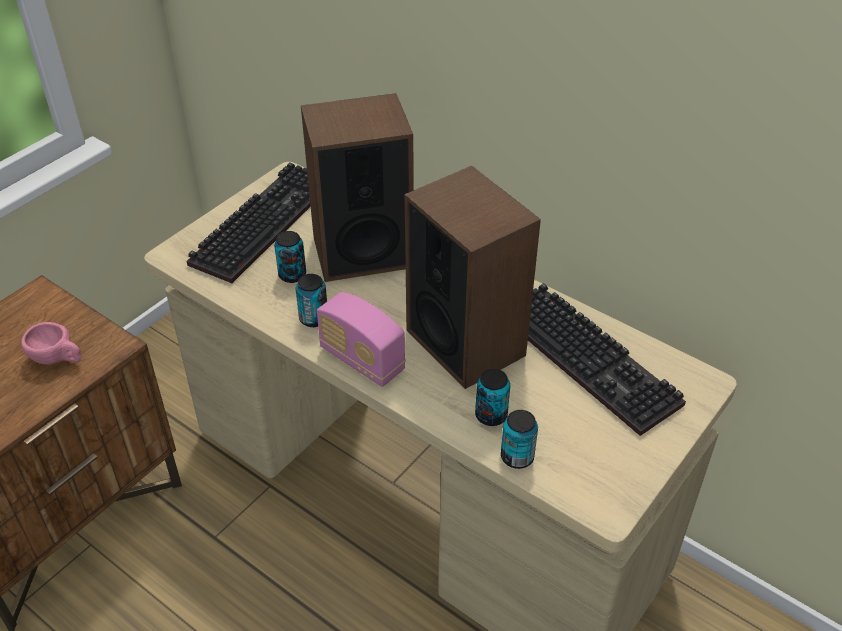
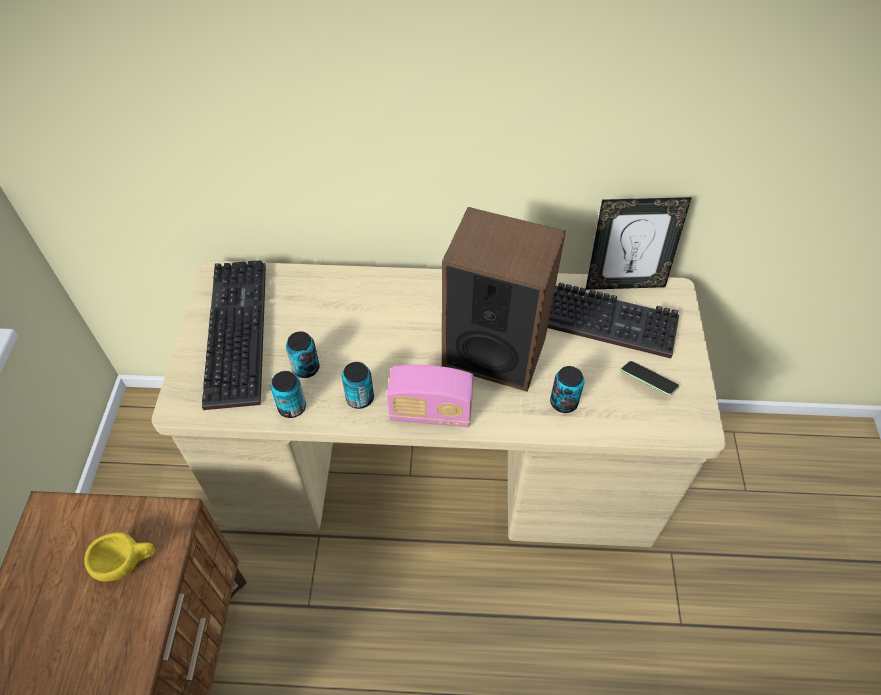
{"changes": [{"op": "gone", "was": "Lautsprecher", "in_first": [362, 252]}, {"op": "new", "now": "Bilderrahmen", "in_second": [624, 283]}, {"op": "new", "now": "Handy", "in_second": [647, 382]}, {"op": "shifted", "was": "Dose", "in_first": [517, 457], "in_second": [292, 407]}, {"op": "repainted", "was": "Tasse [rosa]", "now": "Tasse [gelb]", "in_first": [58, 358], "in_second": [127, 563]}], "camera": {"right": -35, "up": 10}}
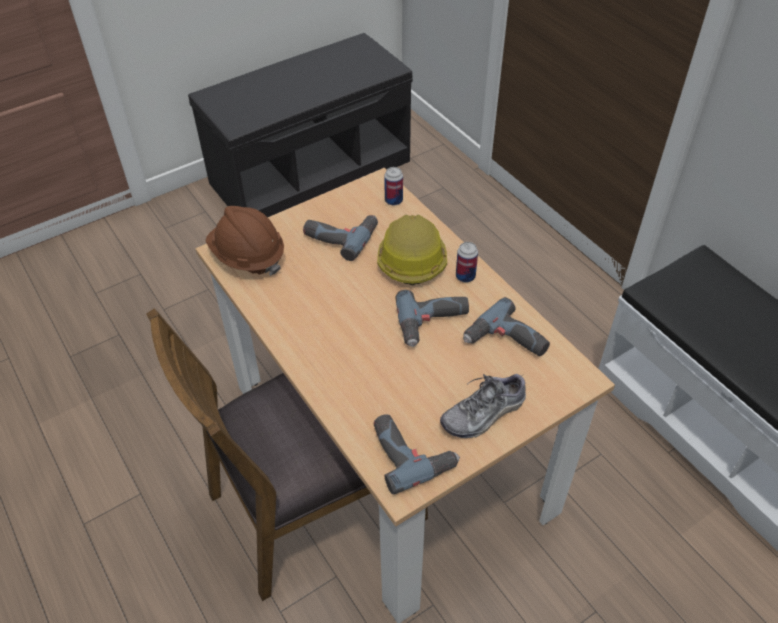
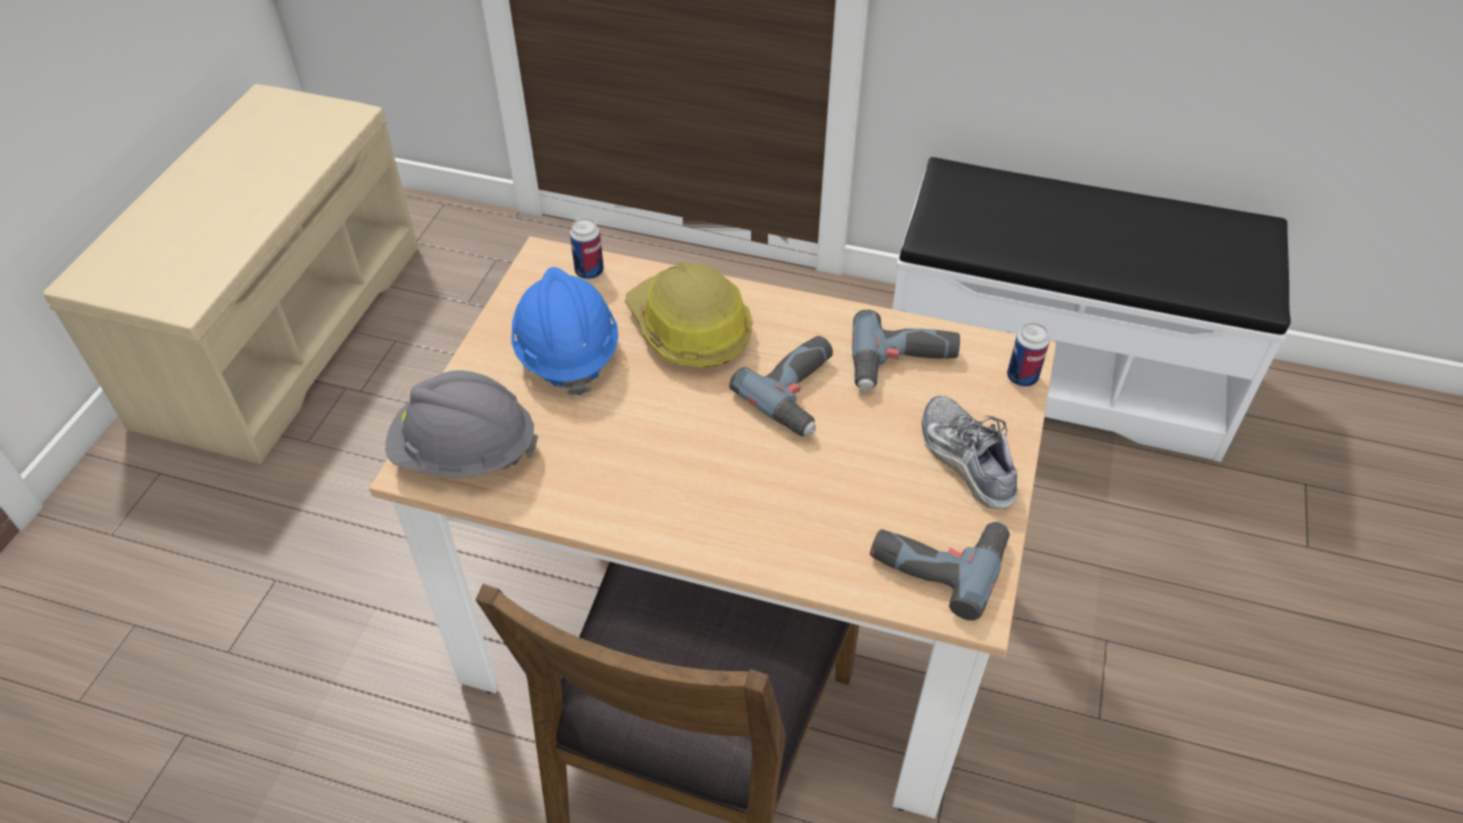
{"changes": [{"op": "shifted", "was": "Dose", "in_first": [465, 276], "in_second": [1022, 377]}, {"op": "swapped", "was": "Bohrmaschine", "now": "Schutzhelm [blau]", "in_first": [341, 235], "in_second": [566, 352]}, {"op": "repainted", "was": "Bank [schwarz]", "now": "Bank [beige]", "in_first": [311, 170], "in_second": [282, 329]}, {"op": "repainted", "was": "Schutzhelm [braun]", "now": "Schutzhelm [grau]", "in_first": [247, 256], "in_second": [464, 453]}, {"op": "rotated", "was": "Schuh", "in_first": [484, 413], "in_second": [966, 460], "clockwise": 135}], "camera": {"right": -40, "up": 0}}
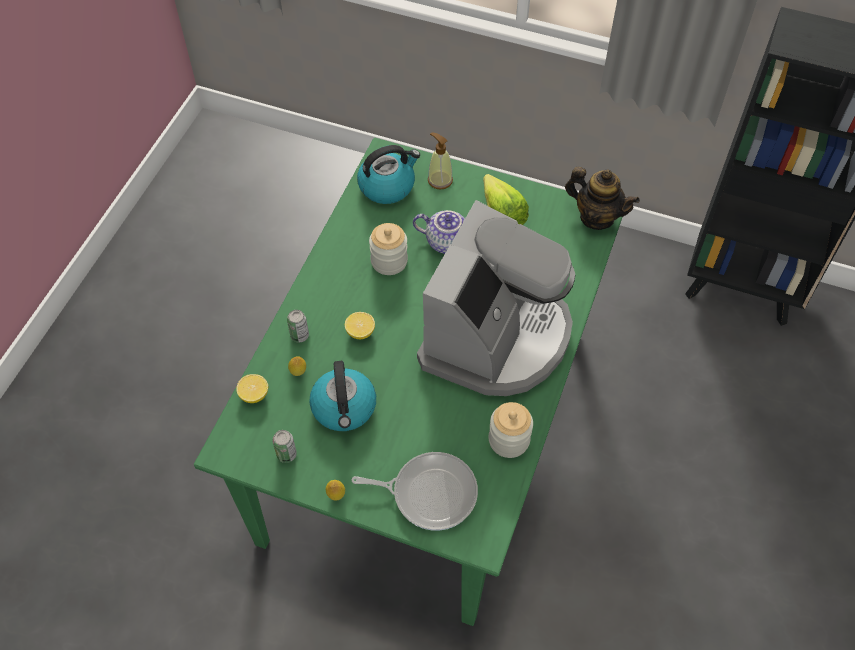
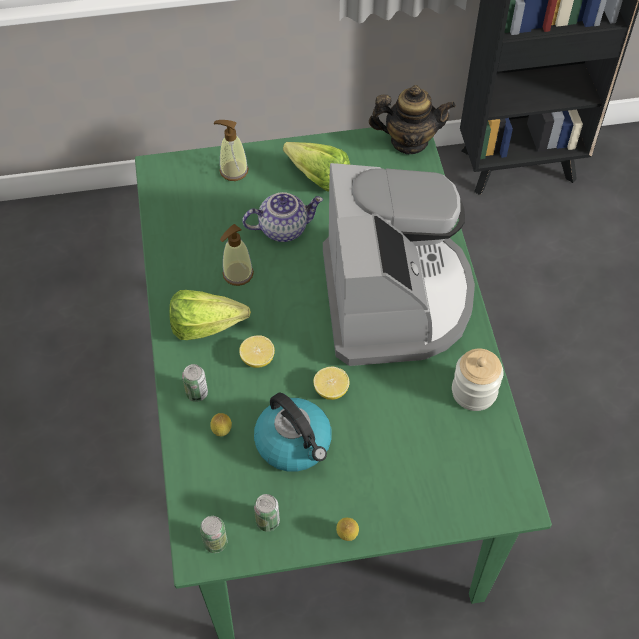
{"changes": [{"op": "gone", "was": "Pfanne", "in_first": [429, 493]}, {"op": "gone", "was": "Wasserkessel", "in_first": [387, 186]}, {"op": "new", "now": "Salatkopf", "in_second": [212, 327]}, {"op": "new", "now": "Dose", "in_second": [215, 542]}, {"op": "shifted", "was": "Zitrone", "in_first": [254, 394], "in_second": [331, 390]}, {"op": "swapped", "was": "Vorratsglas", "now": "Seifenspender", "in_first": [389, 261], "in_second": [237, 274]}], "camera": {"right": -30, "up": 0}}
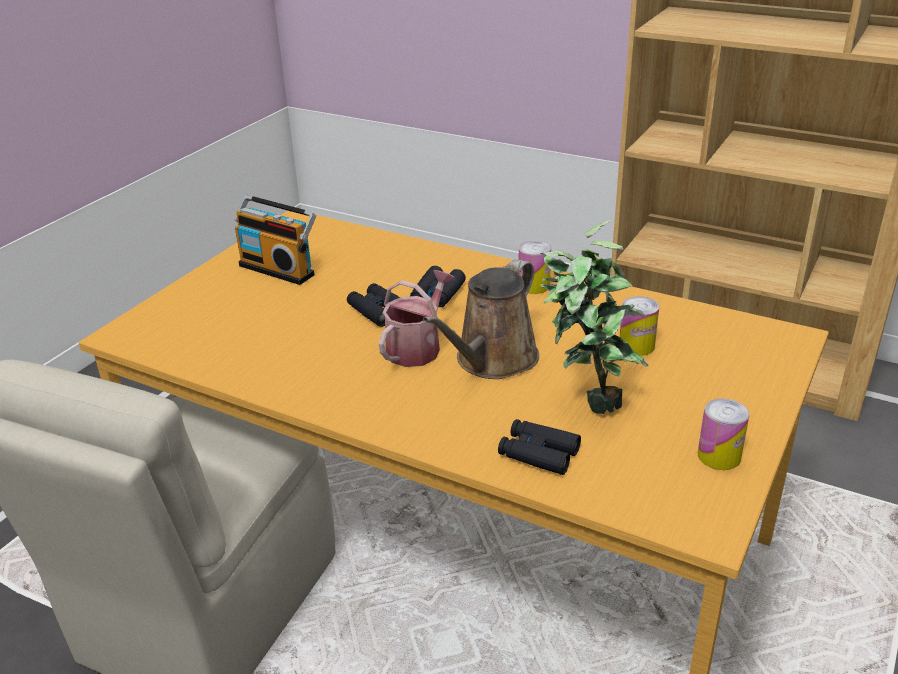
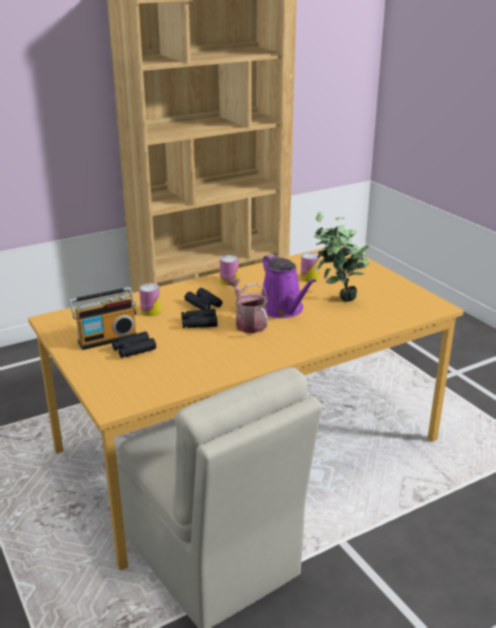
{"changes": [{"op": "shifted", "was": "Fernglas [schwarz]", "in_first": [538, 453], "in_second": [134, 349]}, {"op": "shifted", "was": "Dose", "in_first": [719, 456], "in_second": [151, 311]}, {"op": "repainted", "was": "Gießkanne [braun]", "now": "Gießkanne [lila]", "in_first": [492, 361], "in_second": [283, 310]}], "camera": {"right": -60, "up": -5}}
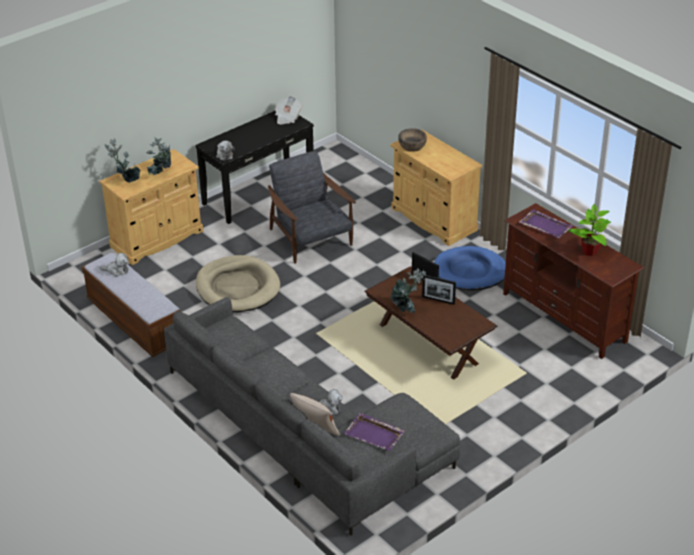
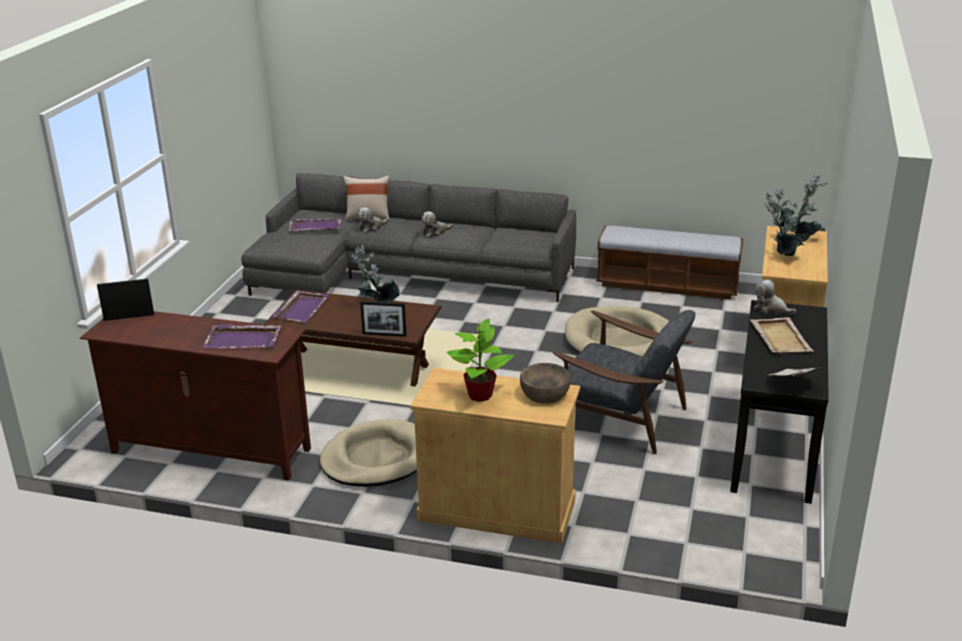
{"changes": [{"op": "new", "now": "Tablett [lila]", "in_second": [301, 308]}, {"op": "new", "now": "Tablett [beige]", "in_second": [780, 337]}, {"op": "shifted", "was": "Plüschtier", "in_first": [117, 270], "in_second": [435, 232]}, {"op": "shifted", "was": "Bilderrahmen", "in_first": [438, 300], "in_second": [129, 317]}, {"op": "shifted", "was": "Topfpflanze", "in_first": [589, 251], "in_second": [480, 395]}, {"op": "repainted", "was": "Hundebett [blau]", "now": "Hundebett [beige]", "in_first": [470, 271], "in_second": [376, 458]}], "camera": {"right": 145, "up": -10}}
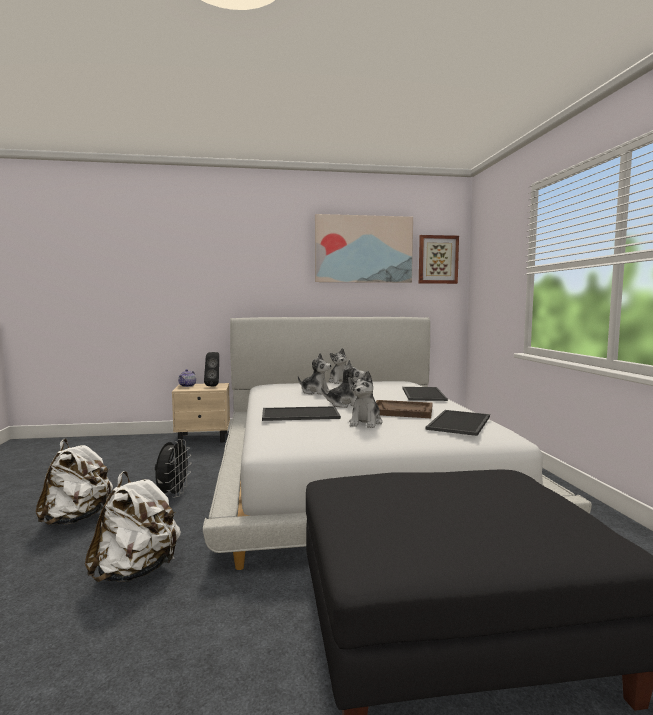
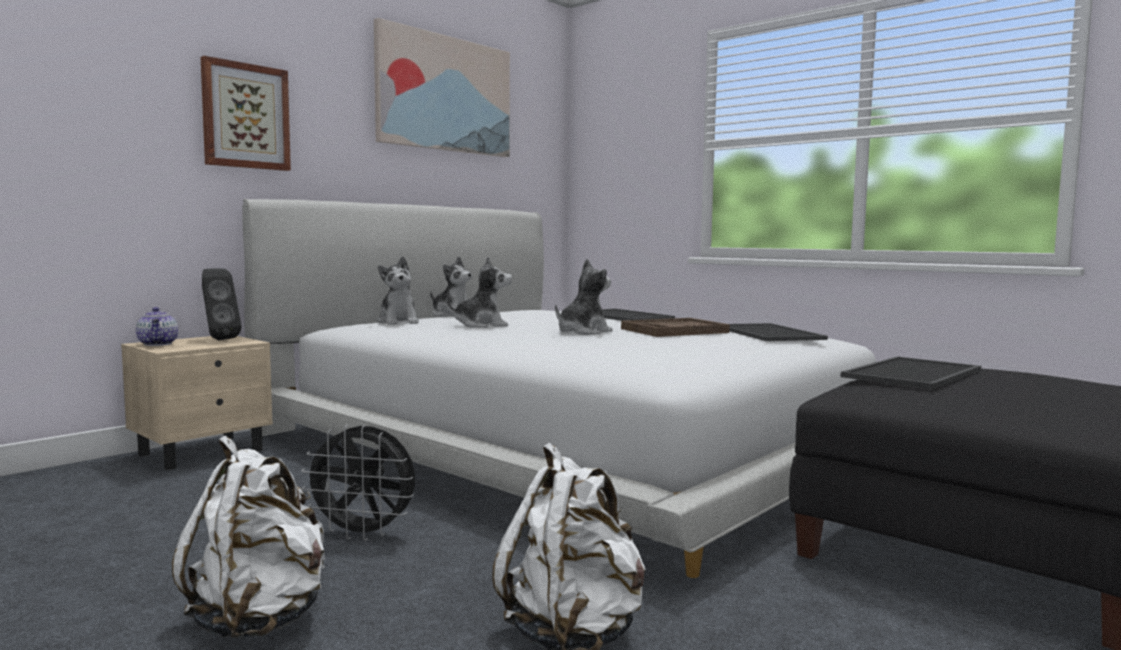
{"changes": [{"op": "shifted", "was": "Tablett", "in_first": [299, 414], "in_second": [914, 374]}, {"op": "shifted", "was": "Plüschtier", "in_first": [365, 423], "in_second": [398, 322]}, {"op": "shifted", "was": "Bild", "in_first": [438, 259], "in_second": [245, 116]}, {"op": "rotated", "was": "Ventilator [schwarz]", "in_first": [173, 494], "in_second": [364, 534], "clockwise": 135}], "camera": {"right": -40, "up": 0}}
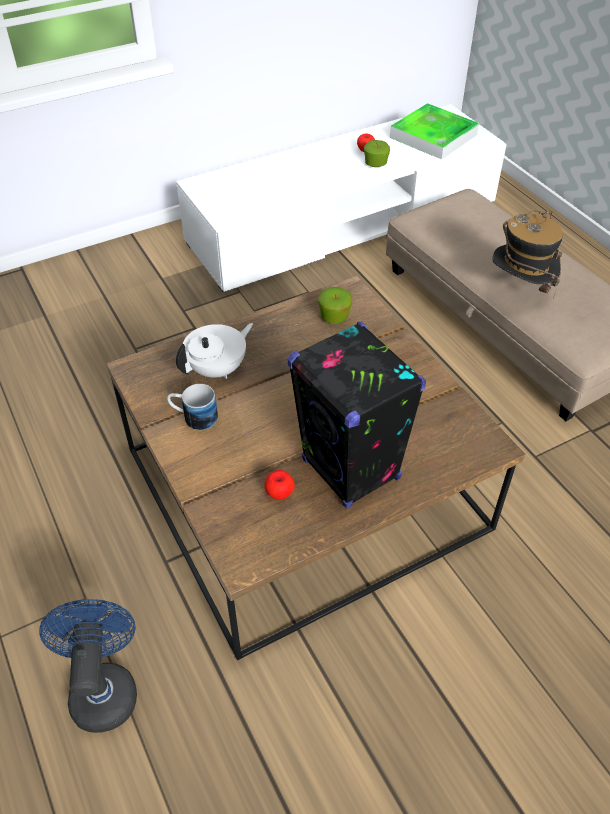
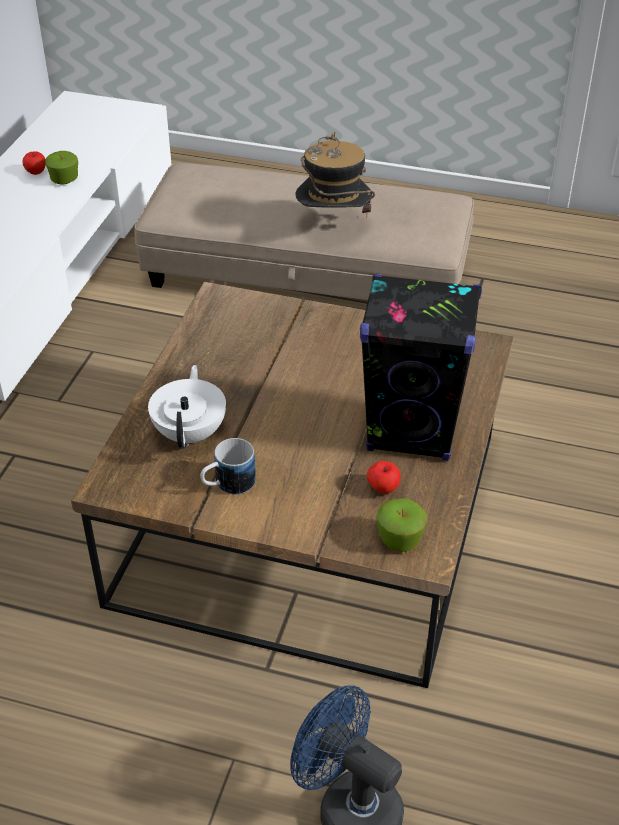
{"changes": [{"op": "gone", "was": "Tablett", "in_first": [433, 136]}, {"op": "shifted", "was": "Apfel", "in_first": [334, 317], "in_second": [400, 539]}], "camera": {"right": -45, "up": -5}}
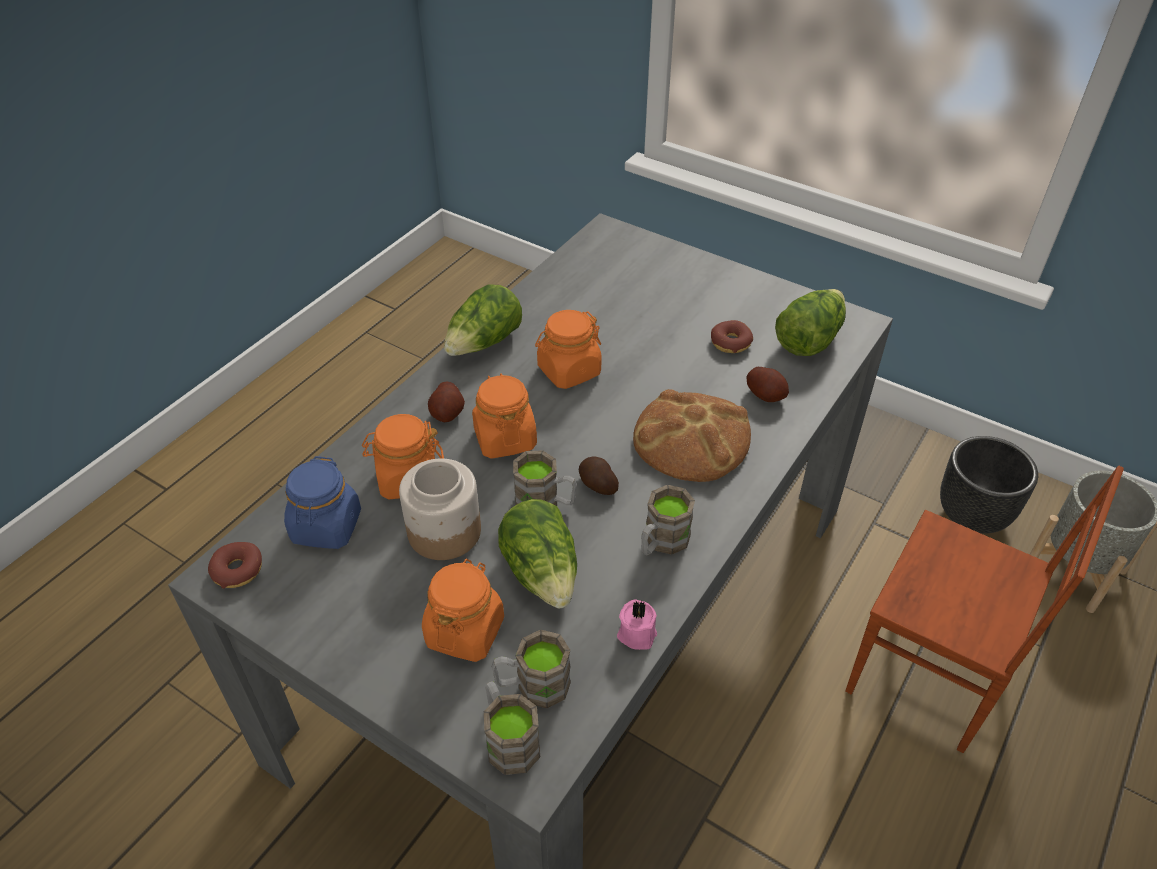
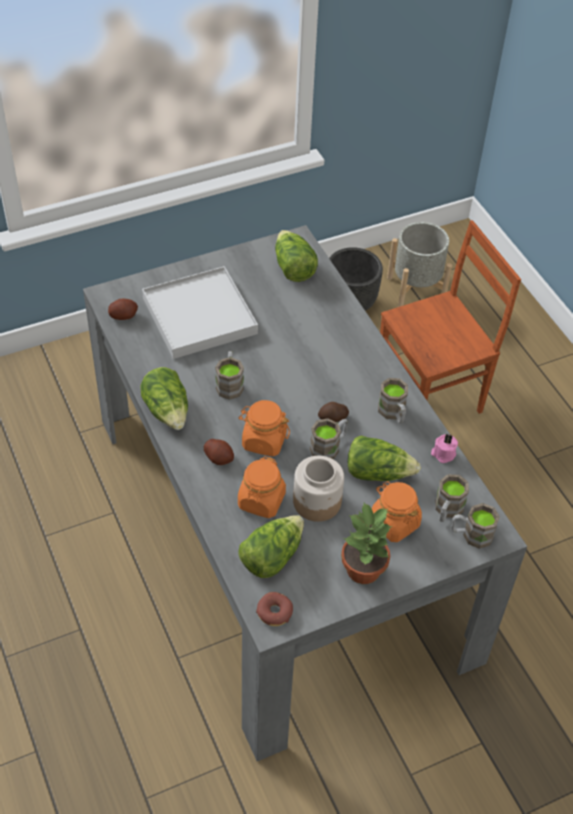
{"changes": [{"op": "gone", "was": "Brot", "in_first": [692, 439]}, {"op": "gone", "was": "Donut", "in_first": [731, 342]}, {"op": "new", "now": "Tablett [weiß]", "in_second": [200, 316]}, {"op": "new", "now": "Topfpflanze", "in_second": [364, 568]}, {"op": "shifted", "was": "Kartoffel", "in_first": [766, 395], "in_second": [123, 315]}, {"op": "swapped", "was": "Vorratsglas [blau]", "now": "Salatkopf", "in_first": [326, 527], "in_second": [271, 556]}, {"op": "swapped", "was": "Vorratsglas [orange]", "now": "Henkelbecher [braun]", "in_first": [568, 371], "in_second": [230, 384]}], "camera": {"right": -60, "up": 5}}
